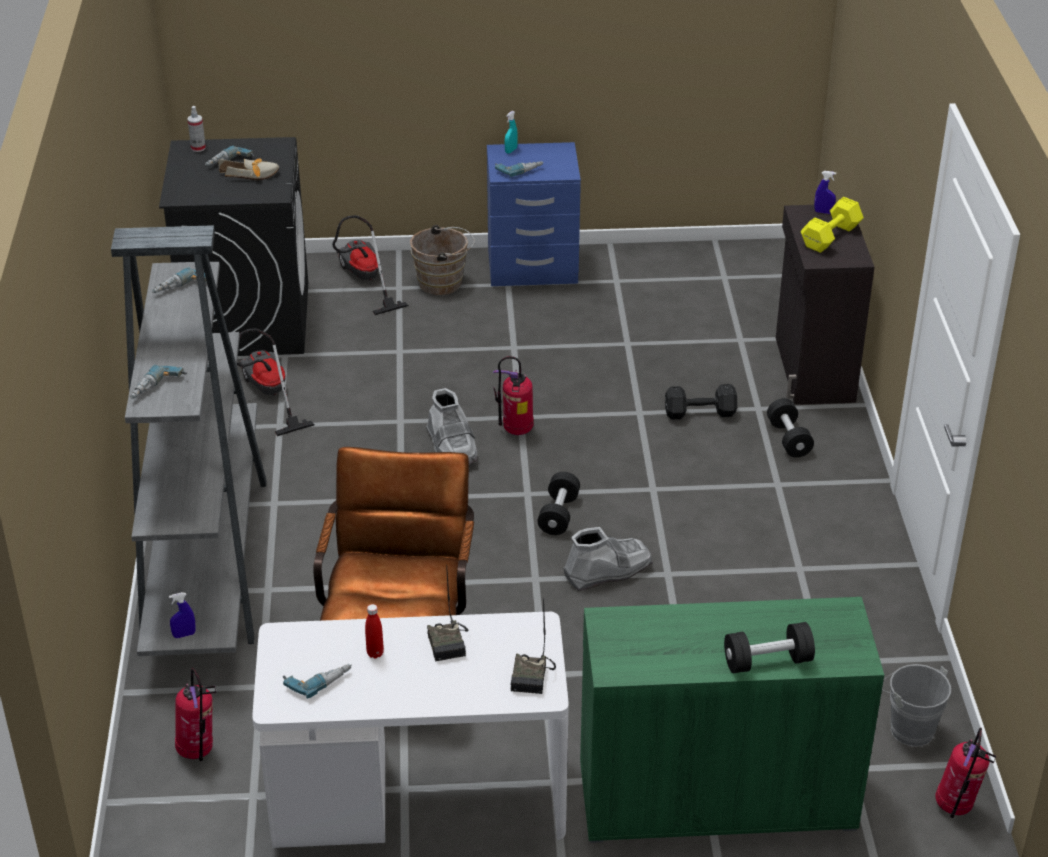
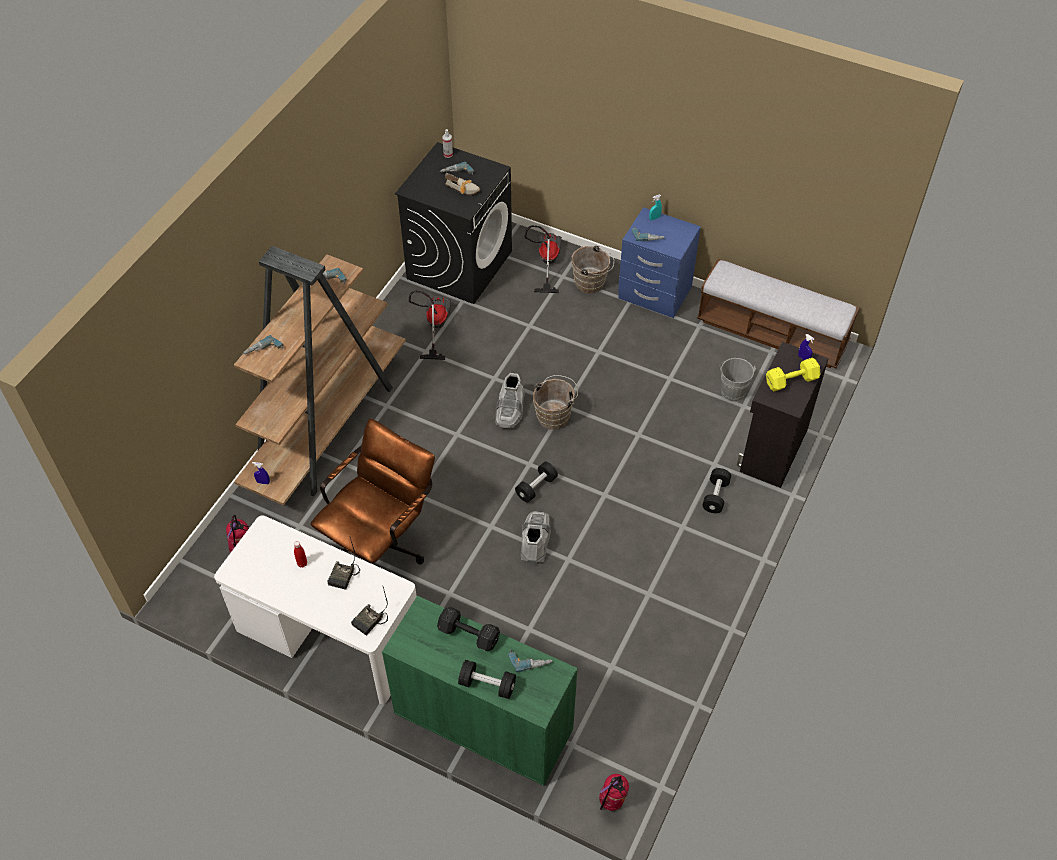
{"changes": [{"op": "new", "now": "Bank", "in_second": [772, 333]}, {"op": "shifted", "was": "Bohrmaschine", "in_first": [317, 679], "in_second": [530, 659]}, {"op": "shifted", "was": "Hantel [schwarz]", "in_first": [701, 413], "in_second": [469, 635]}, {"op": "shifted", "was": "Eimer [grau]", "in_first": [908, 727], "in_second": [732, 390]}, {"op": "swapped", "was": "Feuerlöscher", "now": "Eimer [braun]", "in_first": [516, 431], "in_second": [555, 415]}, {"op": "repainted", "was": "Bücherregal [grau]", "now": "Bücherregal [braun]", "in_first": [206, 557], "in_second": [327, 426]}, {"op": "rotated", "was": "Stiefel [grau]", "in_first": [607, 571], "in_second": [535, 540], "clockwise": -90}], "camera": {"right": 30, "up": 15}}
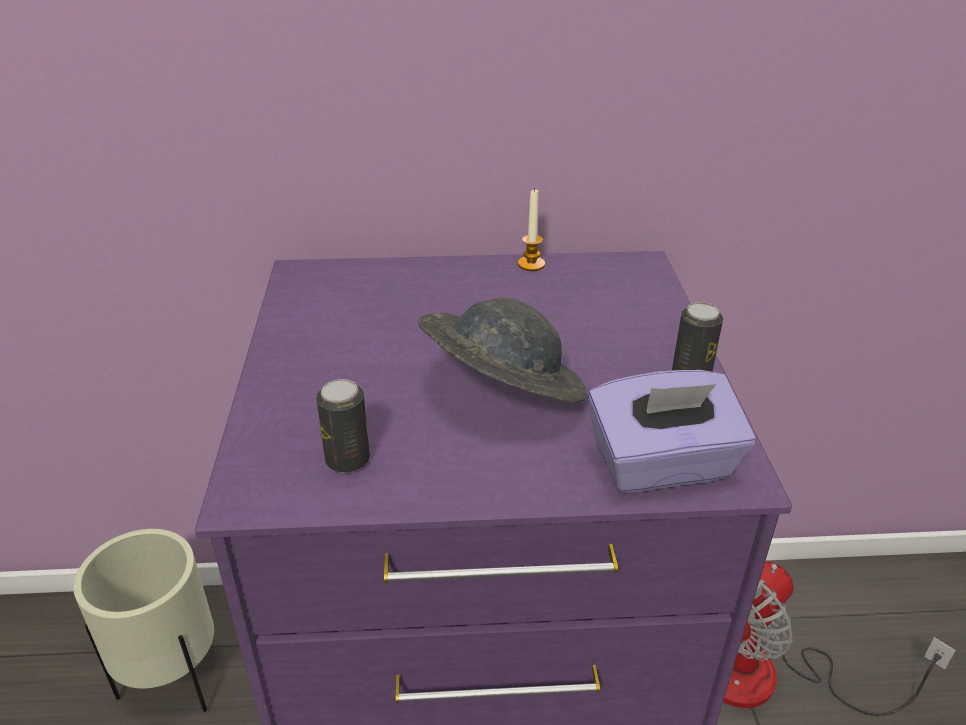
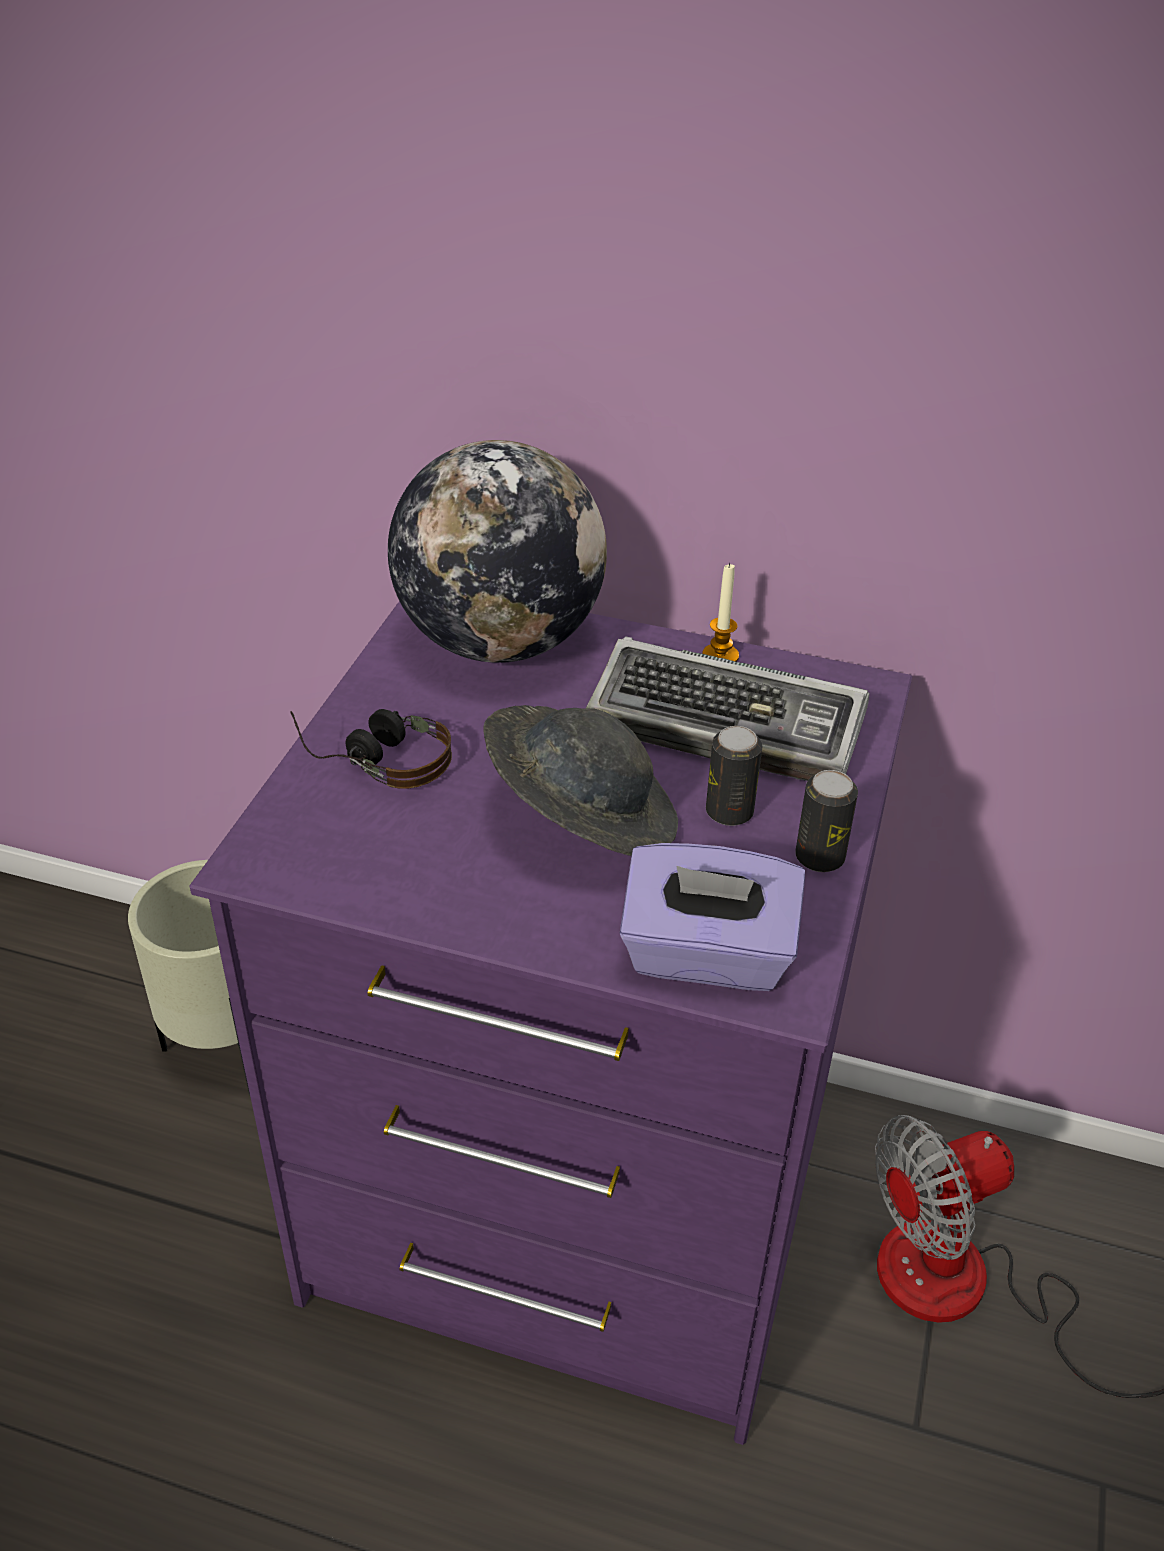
{"changes": [{"op": "new", "now": "Kopfhörer", "in_second": [375, 758]}, {"op": "new", "now": "Globus", "in_second": [499, 642]}, {"op": "new", "now": "Tastatur", "in_second": [729, 726]}, {"op": "shifted", "was": "Dose", "in_first": [347, 460], "in_second": [729, 812]}], "camera": {"right": 20, "up": 5}}
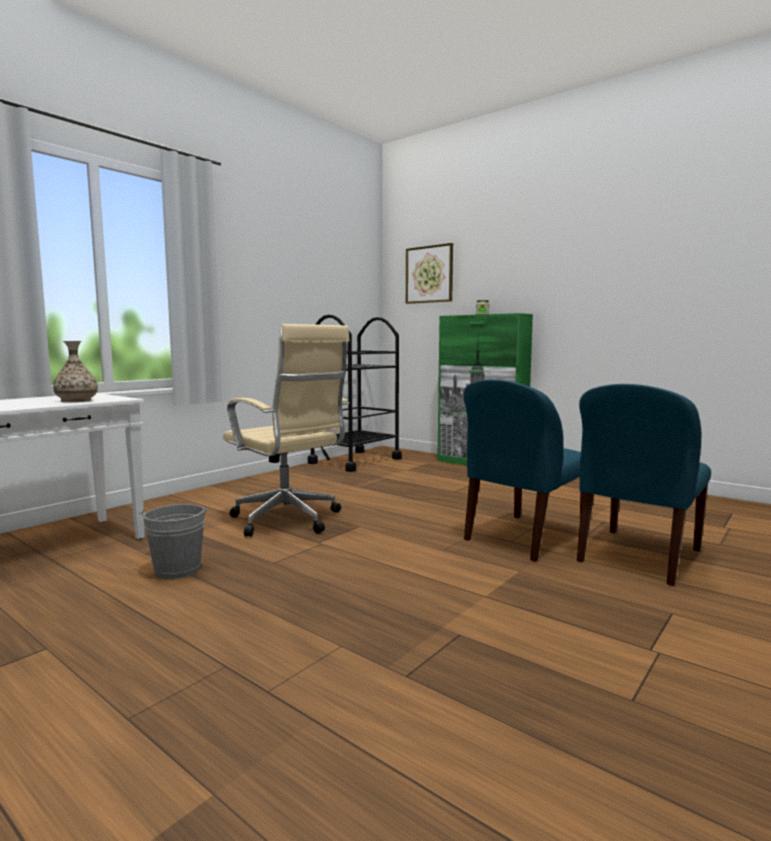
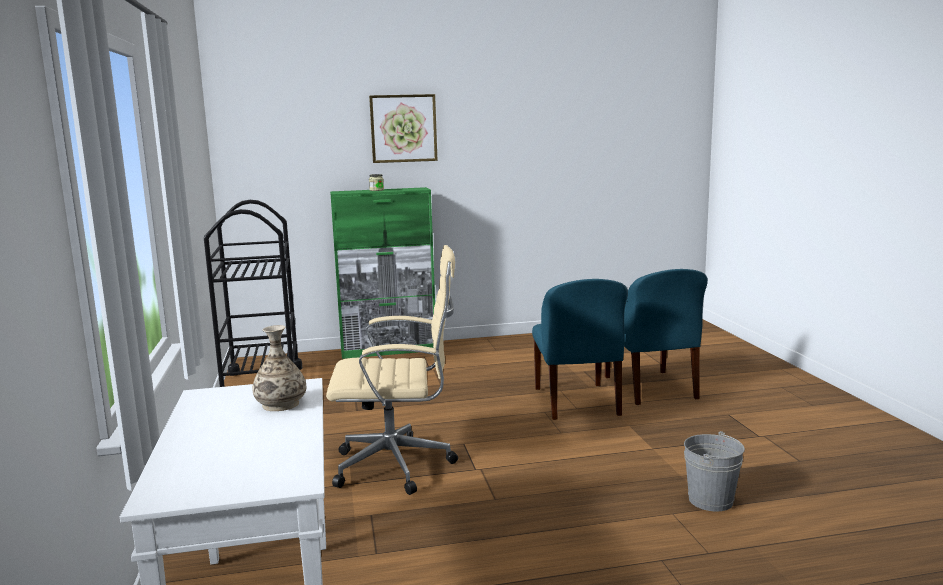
{"changes": [{"op": "shifted", "was": "Eimer [grau]", "in_first": [177, 570], "in_second": [710, 500]}, {"op": "shifted", "was": "Bild", "in_first": [429, 274], "in_second": [403, 128]}], "camera": {"right": -50, "up": 5}}
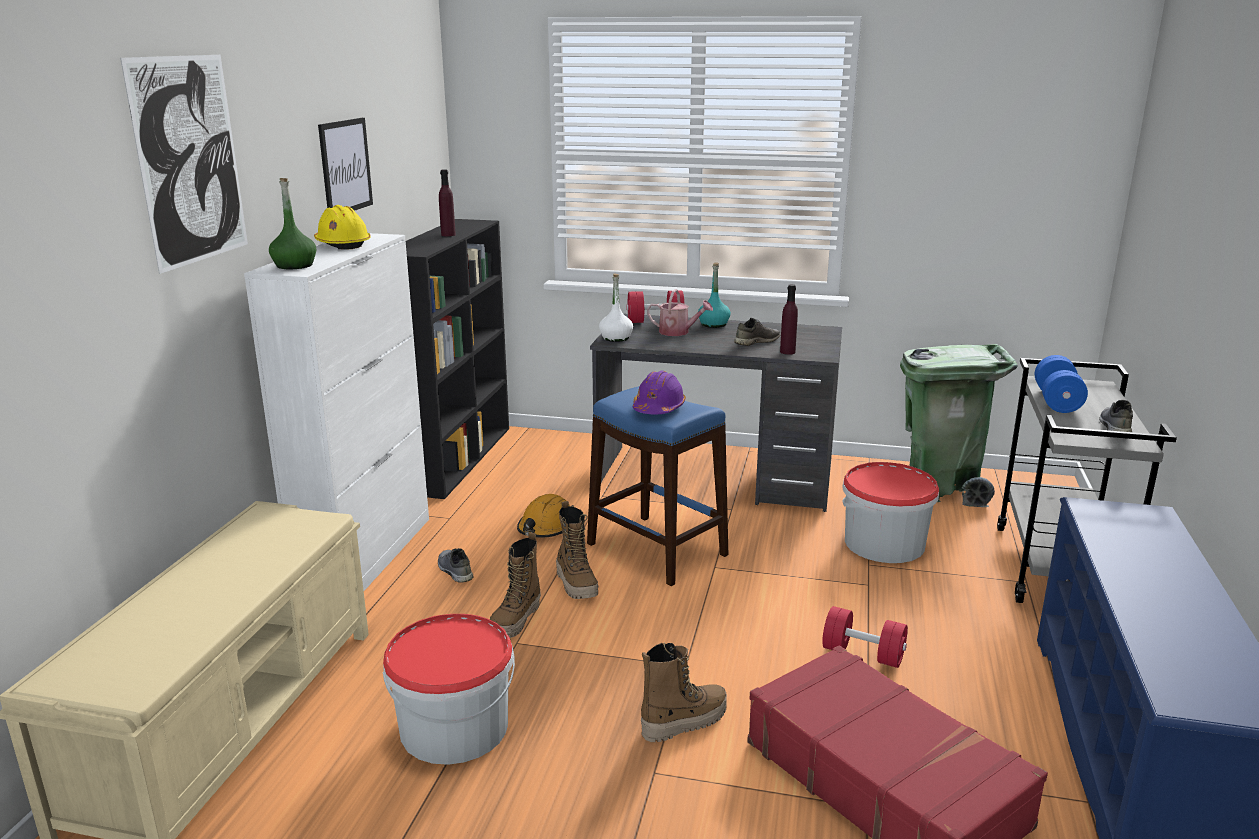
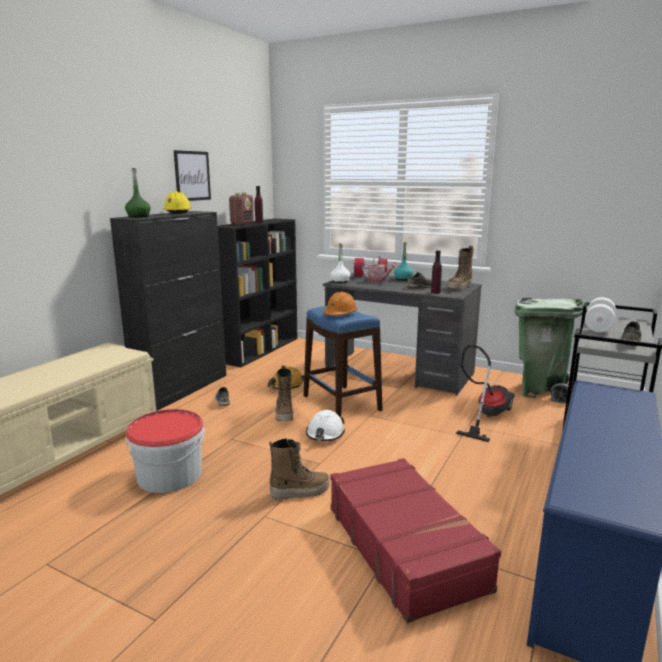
{"changes": [{"op": "gone", "was": "Bild", "in_first": [190, 160]}, {"op": "gone", "was": "Hantel [rot]", "in_first": [863, 654]}, {"op": "new", "now": "Radio", "in_second": [242, 224]}, {"op": "new", "now": "Schutzhelm [weiß]", "in_second": [325, 434]}, {"op": "shifted", "was": "Stiefel", "in_first": [516, 621], "in_second": [459, 288]}, {"op": "swapped", "was": "Eimer", "now": "Staubsauger", "in_first": [884, 543], "in_second": [485, 415]}, {"op": "repainted", "was": "Schrank [weiß]", "now": "Schrank [schwarz]", "in_first": [366, 556], "in_second": [182, 389]}, {"op": "repainted", "was": "Schutzhelm [lila]", "now": "Schutzhelm [orange]", "in_first": [658, 408], "in_second": [340, 314]}, {"op": "repainted", "was": "Hantel [blau]", "now": "Hantel [weiß]", "in_first": [1057, 401], "in_second": [598, 326]}], "camera": {"right": 15, "up": -5}}
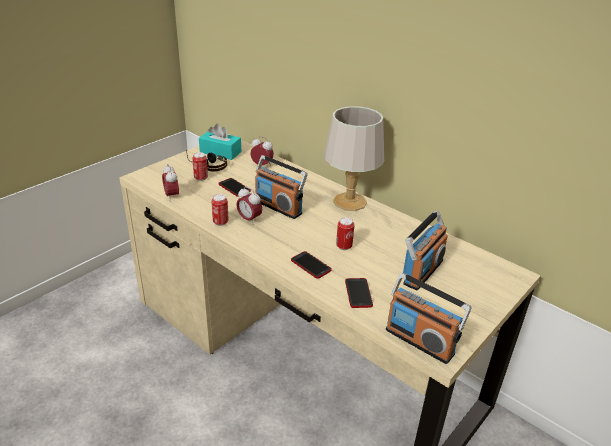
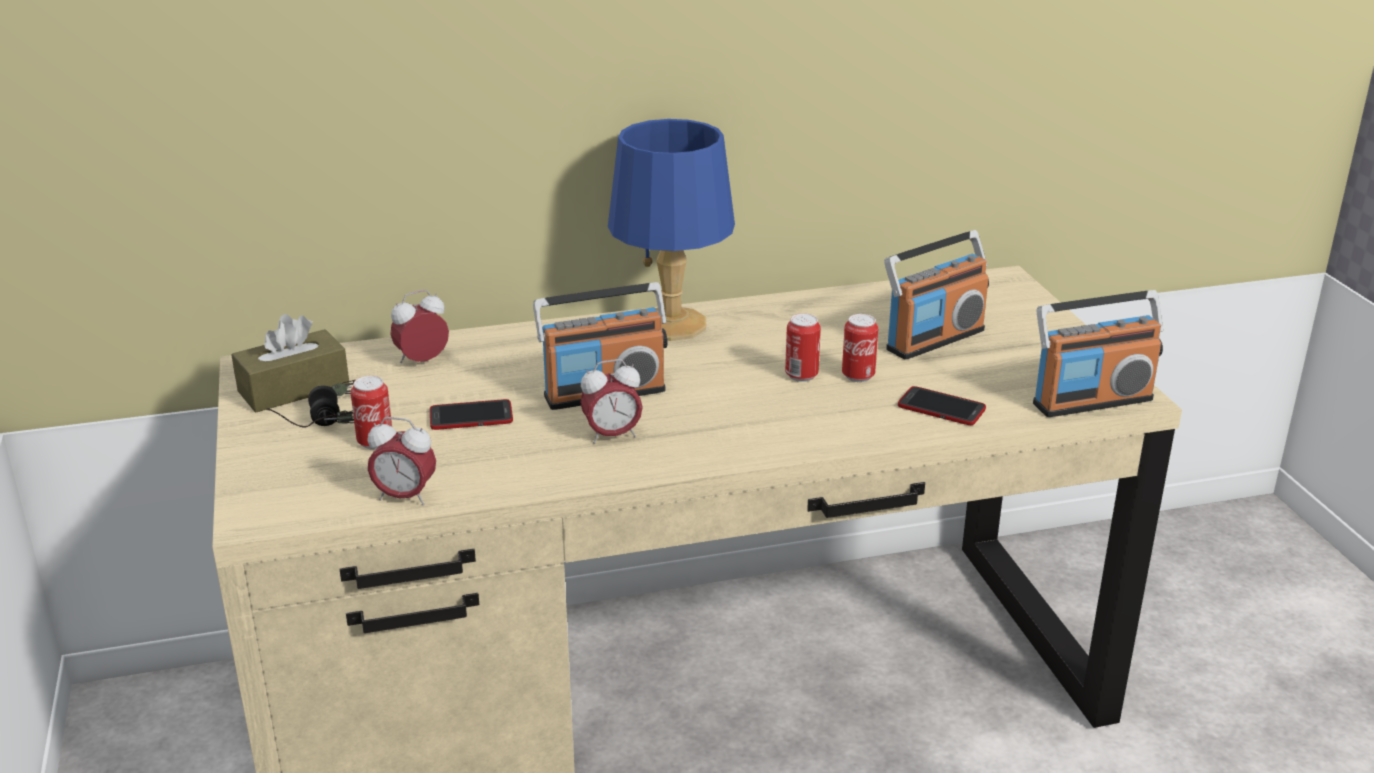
{"changes": [{"op": "gone", "was": "Handy", "in_first": [311, 265]}, {"op": "shifted", "was": "Dose", "in_first": [220, 222], "in_second": [858, 376]}, {"op": "repainted", "was": "Taschentuchbox [türkis]", "now": "Taschentuchbox [braun]", "in_first": [220, 152], "in_second": [294, 388]}, {"op": "repainted", "was": "Tischlampe [grau]", "now": "Tischlampe [blau]", "in_first": [349, 202], "in_second": [672, 325]}, {"op": "rotated", "was": "Radio", "in_first": [422, 272], "in_second": [934, 339], "clockwise": 75}], "camera": {"right": -55, "up": -5}}
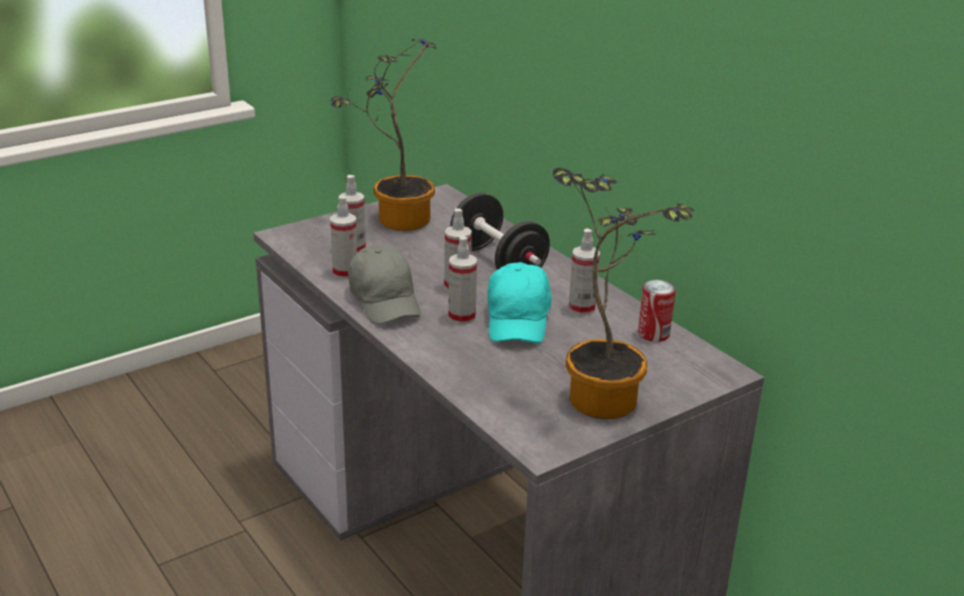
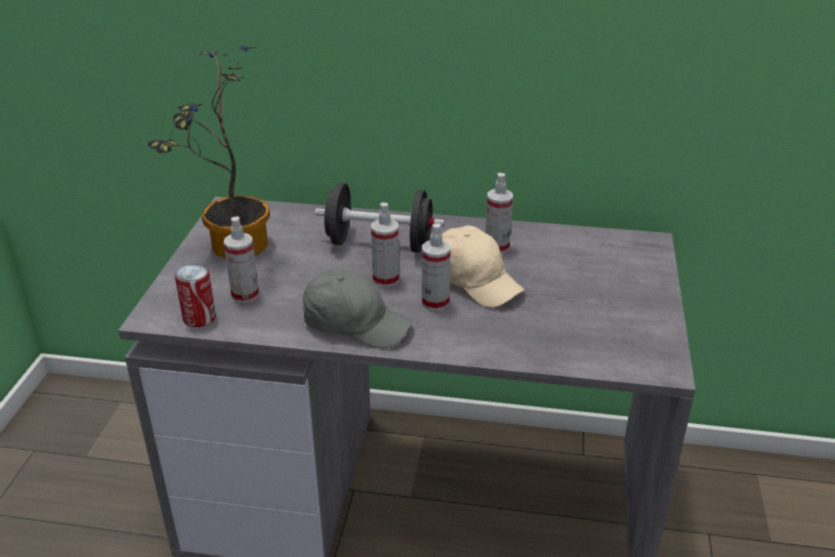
{"changes": [{"op": "gone", "was": "Sprühflasche", "in_first": [345, 273]}, {"op": "gone", "was": "Topfpflanze", "in_first": [604, 394]}, {"op": "shifted", "was": "Dose", "in_first": [653, 334], "in_second": [199, 318]}, {"op": "repainted", "was": "Kappe [türkis]", "now": "Kappe [beige]", "in_first": [518, 320], "in_second": [475, 281]}], "camera": {"right": -45, "up": 5}}
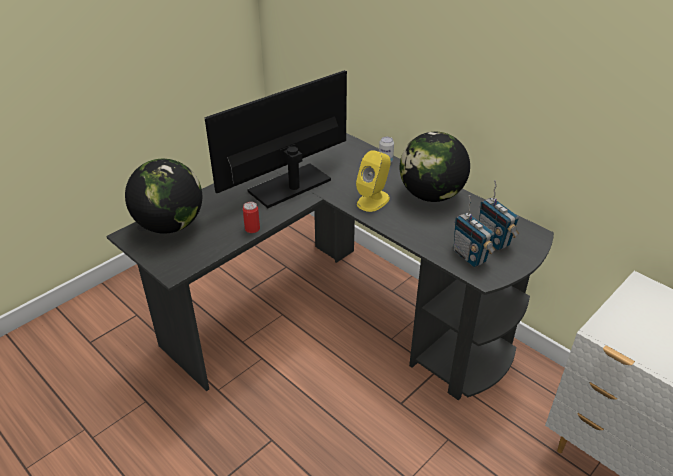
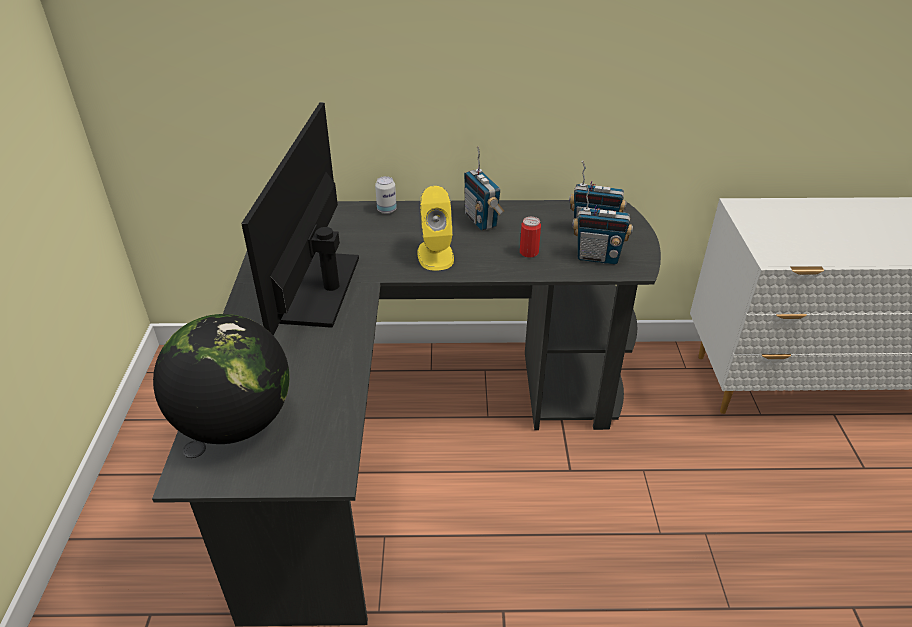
{"changes": [{"op": "shifted", "was": "Dose", "in_first": [252, 229], "in_second": [529, 252]}, {"op": "swapped", "was": "Globus", "now": "Radio", "in_first": [431, 195], "in_second": [481, 221]}], "camera": {"right": -45, "up": 0}}
